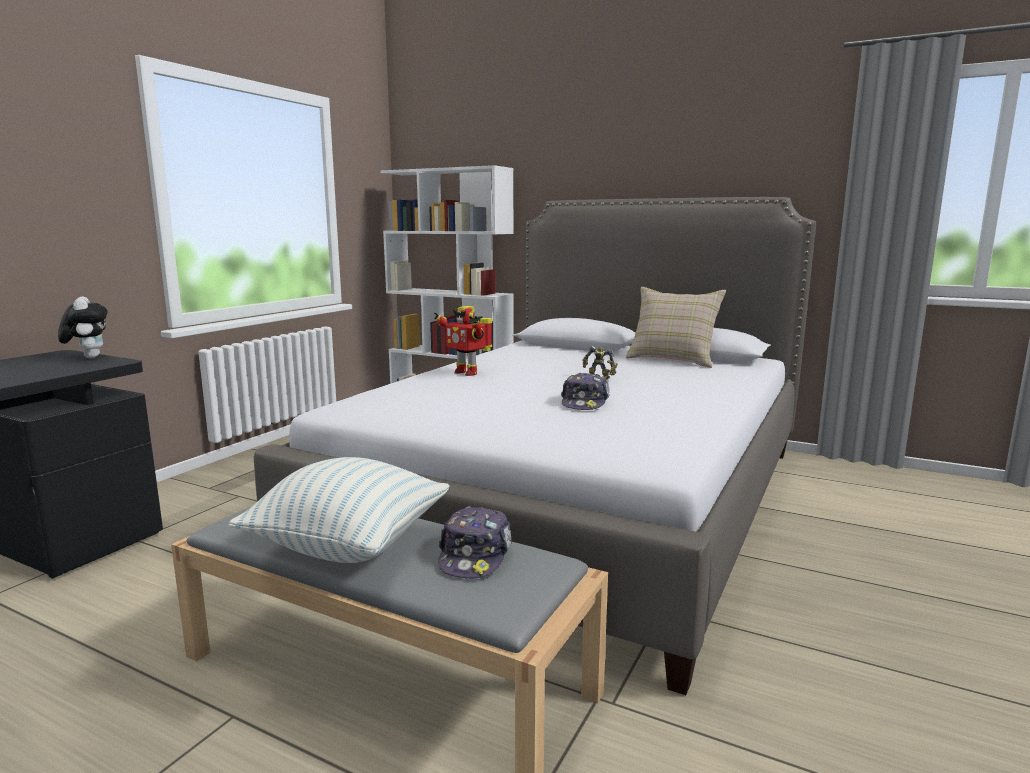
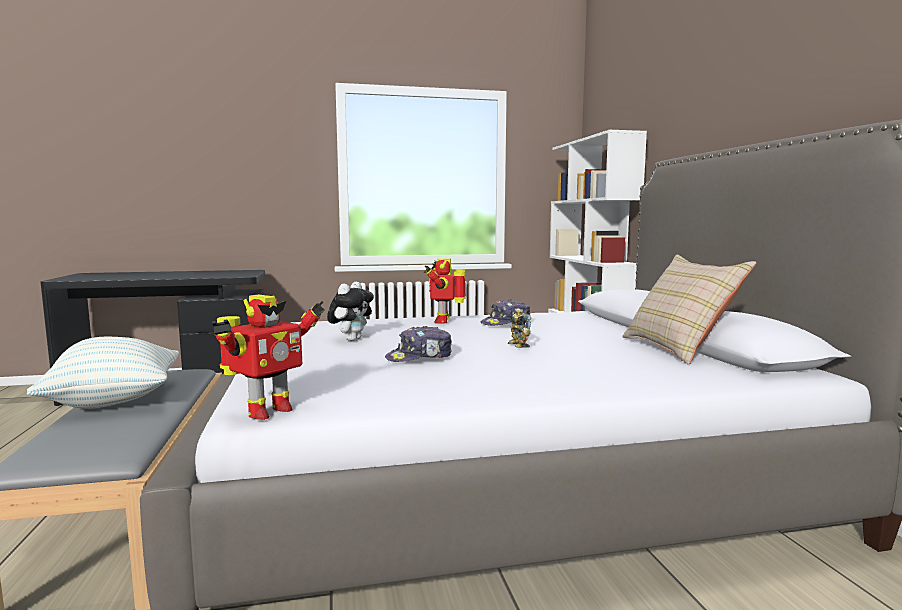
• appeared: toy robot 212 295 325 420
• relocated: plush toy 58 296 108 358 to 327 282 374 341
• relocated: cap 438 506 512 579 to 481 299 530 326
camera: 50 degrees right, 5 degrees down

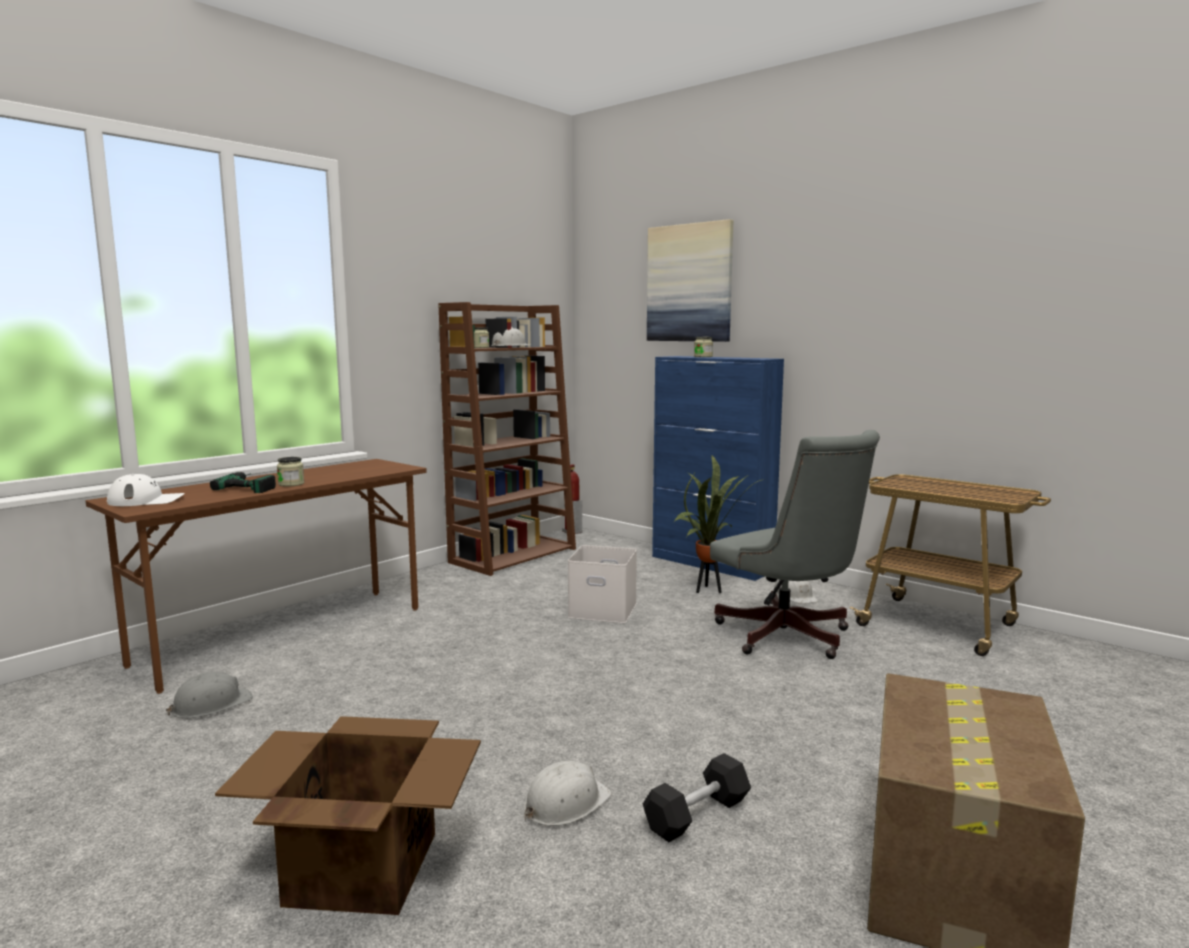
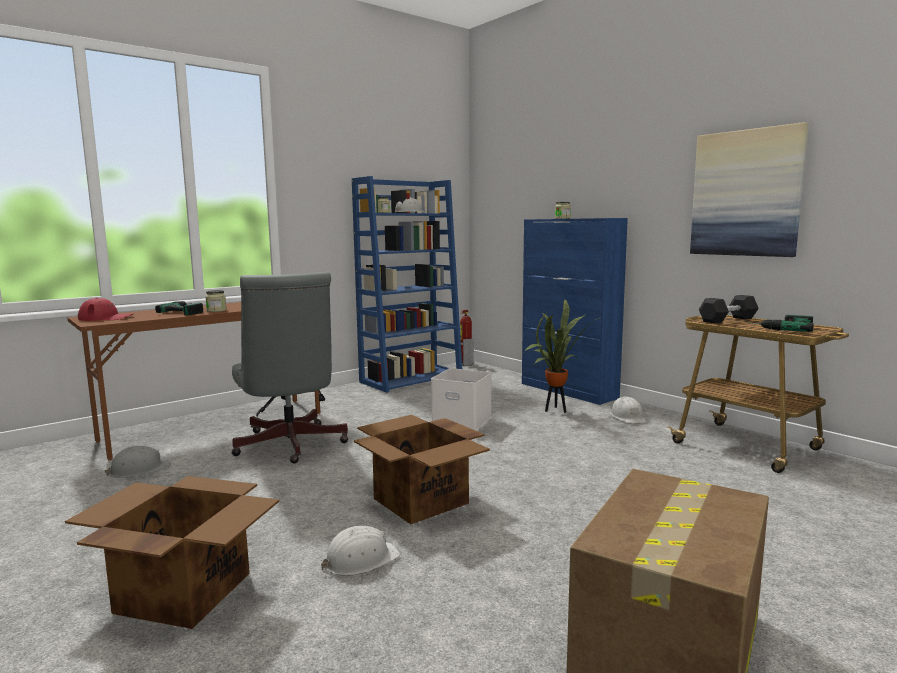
• appeared: cardboard box 354 415 490 524
• appeared: power drill 751 315 814 332
• relocated: dumbbell (black) 643 753 751 842 to 699 295 759 324
• relocated: picture 647 219 733 342 to 690 122 809 257
• relocated: office chair (grey) 710 430 880 659 to 232 272 348 464
• colour: cap (white) 107 474 185 506 to cap (red) 78 298 133 321
• colour: bookcase (brown) 438 302 576 576 to bookcase (blue) 352 176 462 393
camera: 10 degrees right, 0 degrees up

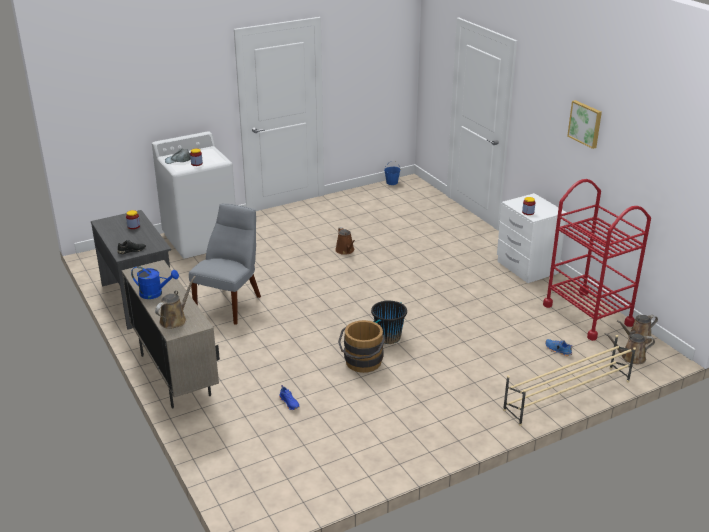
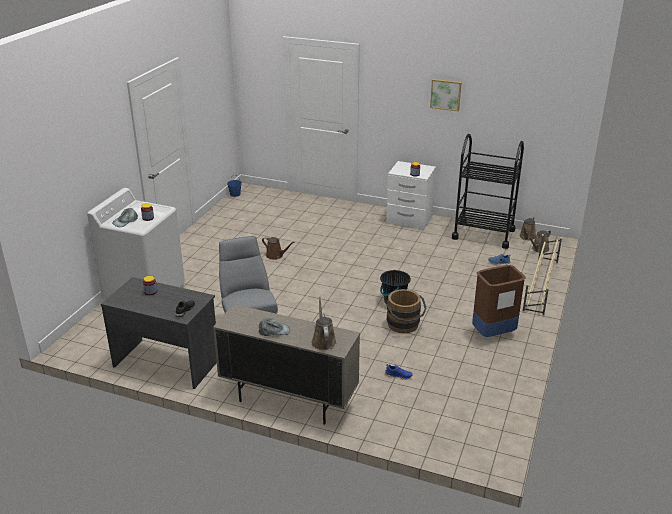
• appeared: trash can (brown) 472 265 526 337
• exchanged: watering can (blue) 131 266 179 299 to cap (grey) 259 318 290 336
• colour: cart (red) 543 179 651 341 to cart (black) 452 134 524 249
camera: 40 degrees left, 0 degrees up

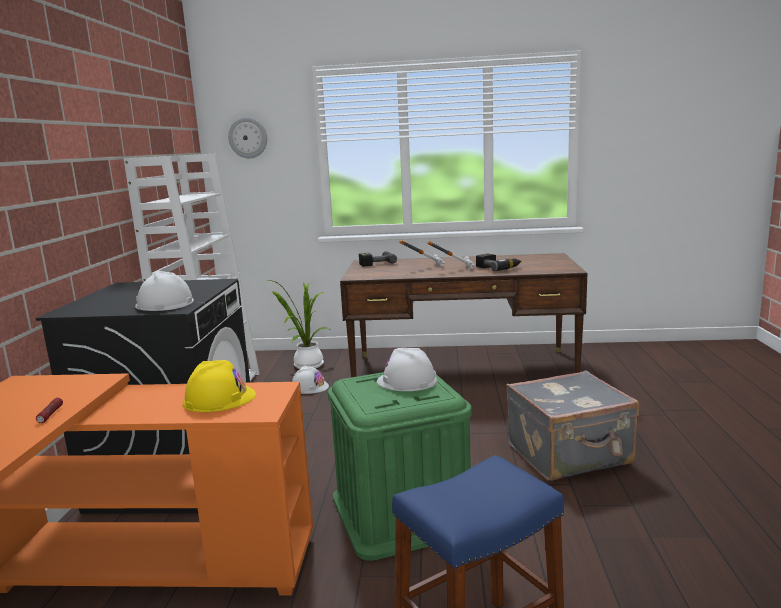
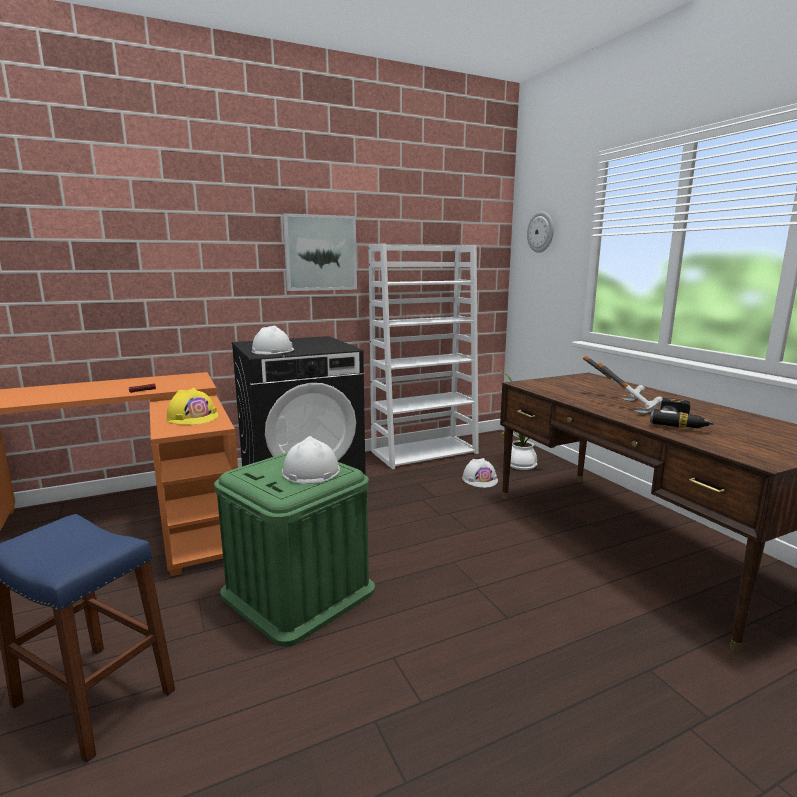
• missing: power drill 359 252 397 267
• missing: suitcase (grey) 506 370 639 481
• appeared: picture 283 213 357 291
camera: 60 degrees right, 0 degrees up

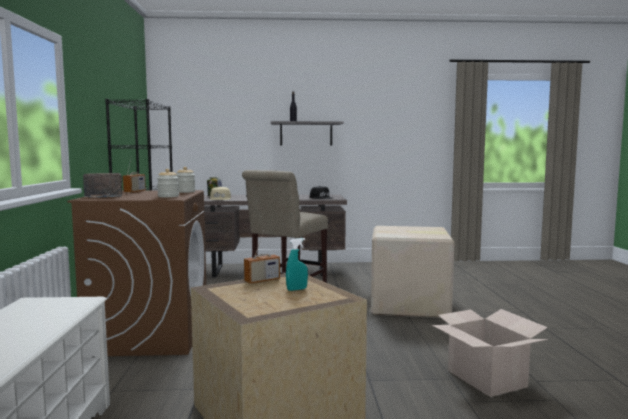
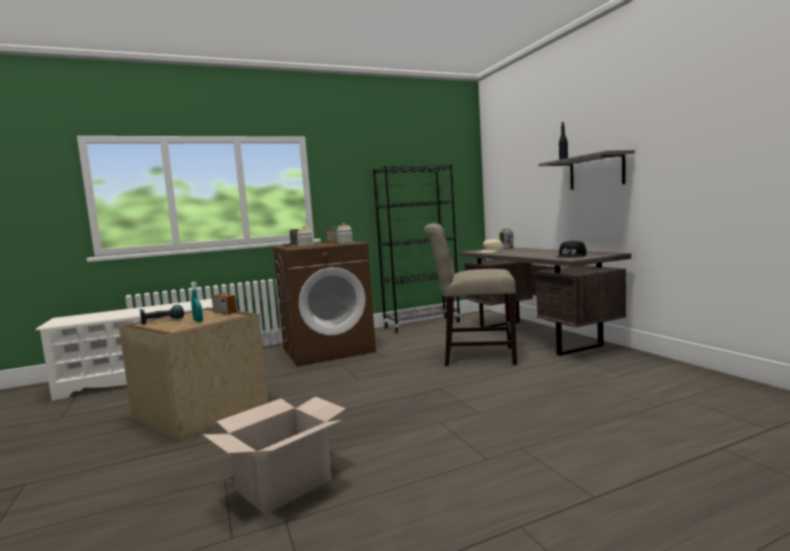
• missing: cardboard box 371 226 455 318
• appeared: power drill 139 305 184 324
camera: 70 degrees right, 0 degrees up

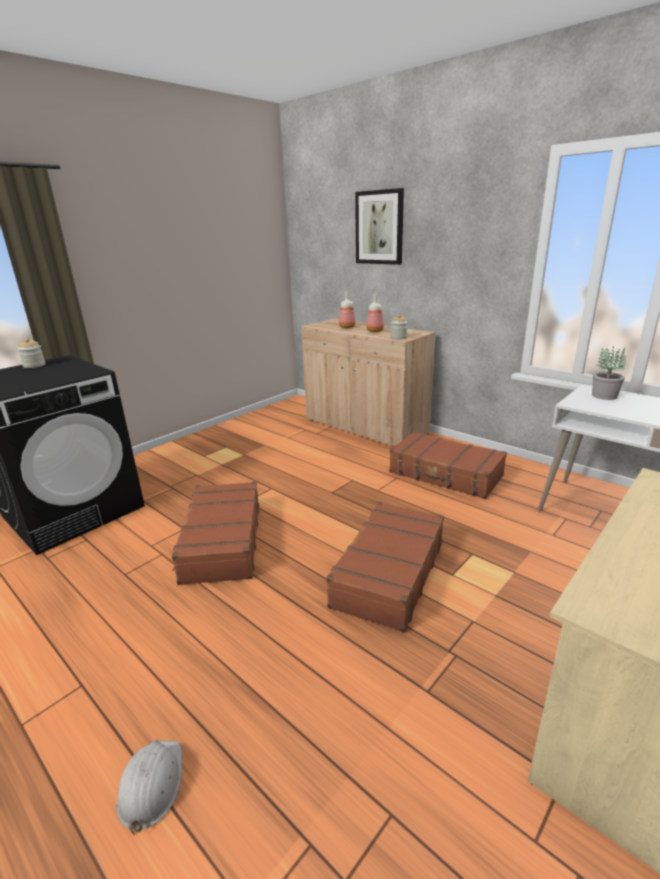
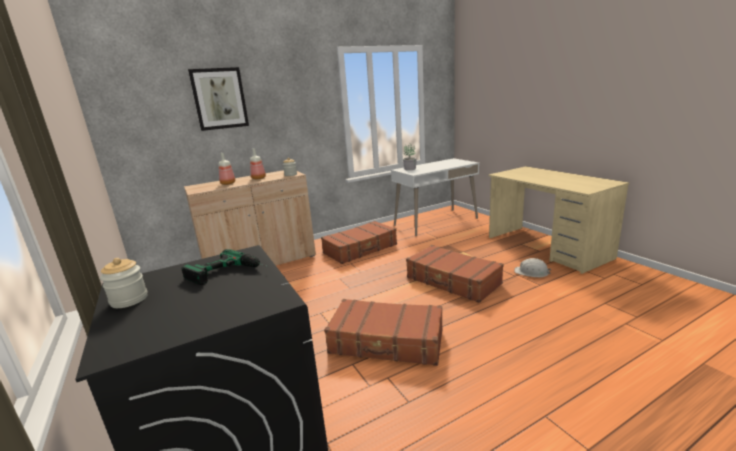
• appeared: power drill 181 249 267 285
• relocated: hard hat (white) 117 740 182 835 to 514 258 551 277
camera: 70 degrees left, 5 degrees down

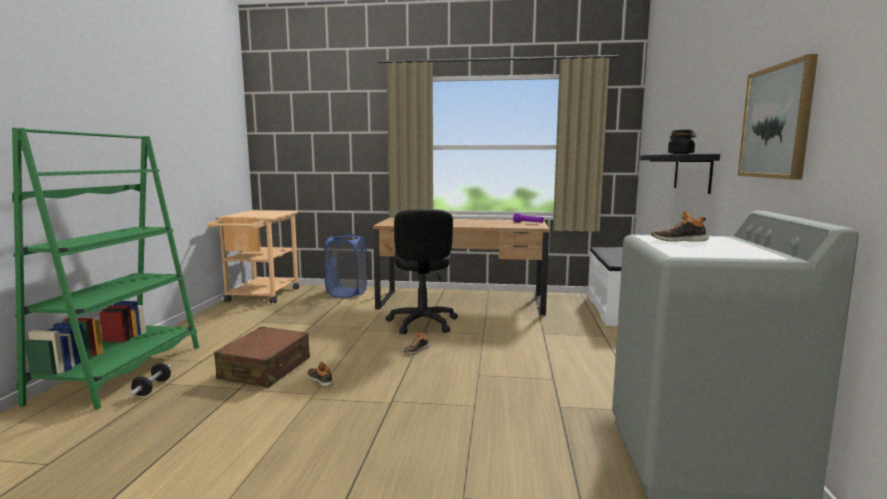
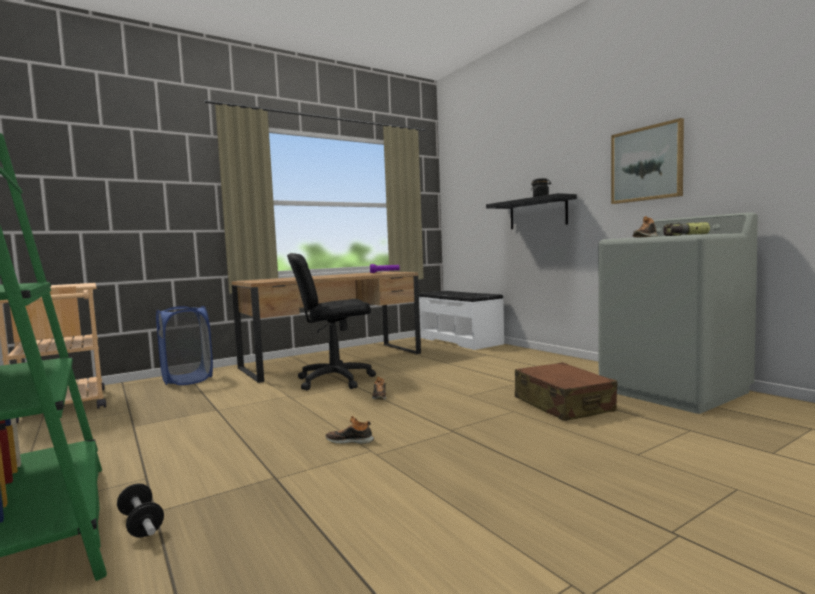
• appeared: power drill 663 222 710 236
• relocated: suitcase (brown) 214 327 310 388 to 515 362 617 421
• spun: office chair (black) 386 209 458 334 = 287 253 376 390 120 degrees clockwise
camera: 40 degrees left, 5 degrees down

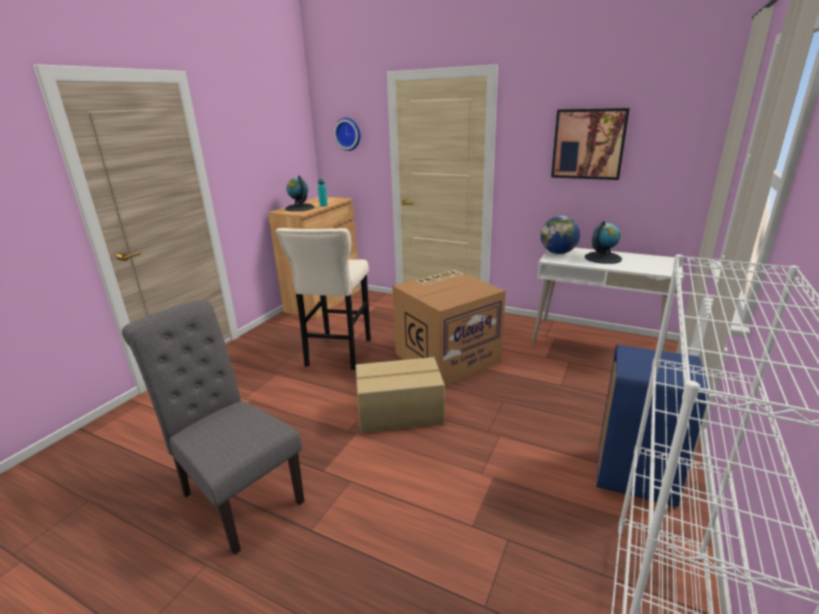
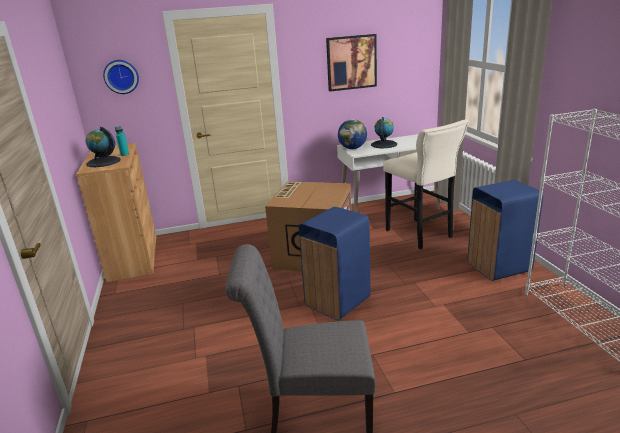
• relocated: stool (beige) 276 228 371 370 to 383 120 469 249
• exchanged: cardboard box 355 357 445 433 to trash can (blue) 299 207 370 320
camera: 40 degrees left, 0 degrees up

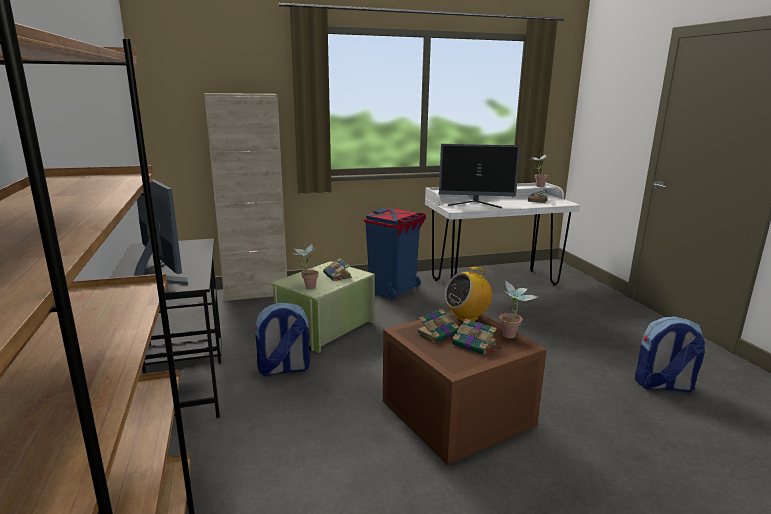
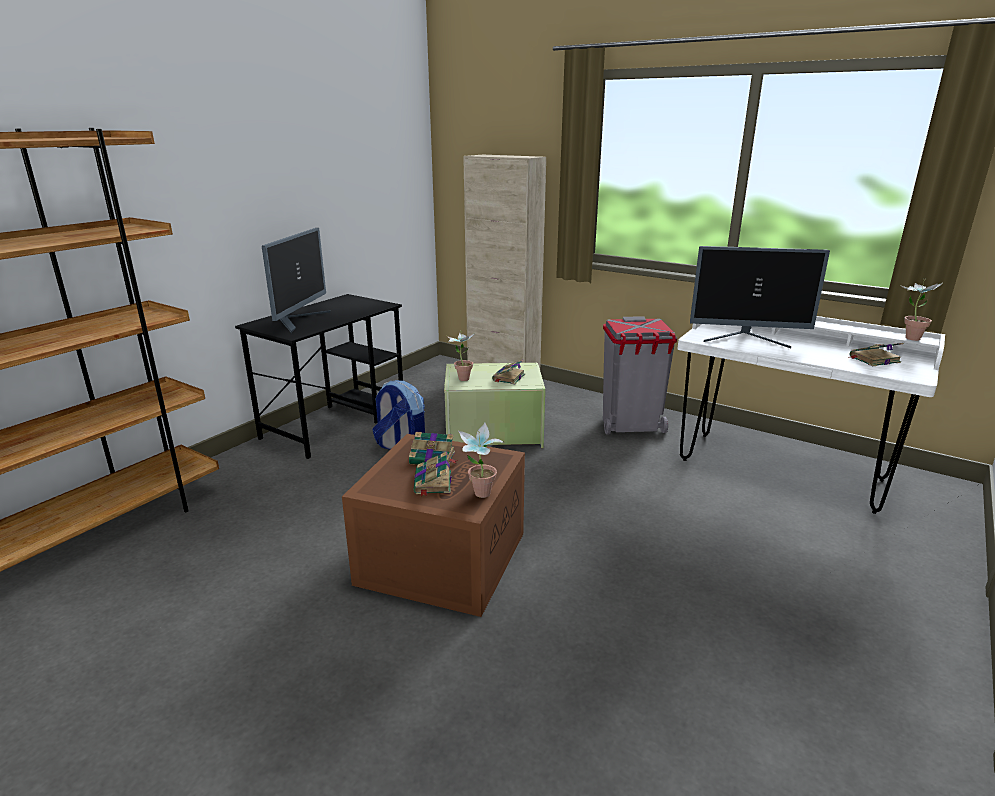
• missing: radio 445 267 492 322
• missing: backpack 635 316 705 392
• colour: trash can (blue) 364 208 426 300 to trash can (grey) 603 316 677 435
• spun: monitor 439 144 521 209 = 690 246 830 348 45 degrees counterclockwise
camera: 50 degrees right, 5 degrees up

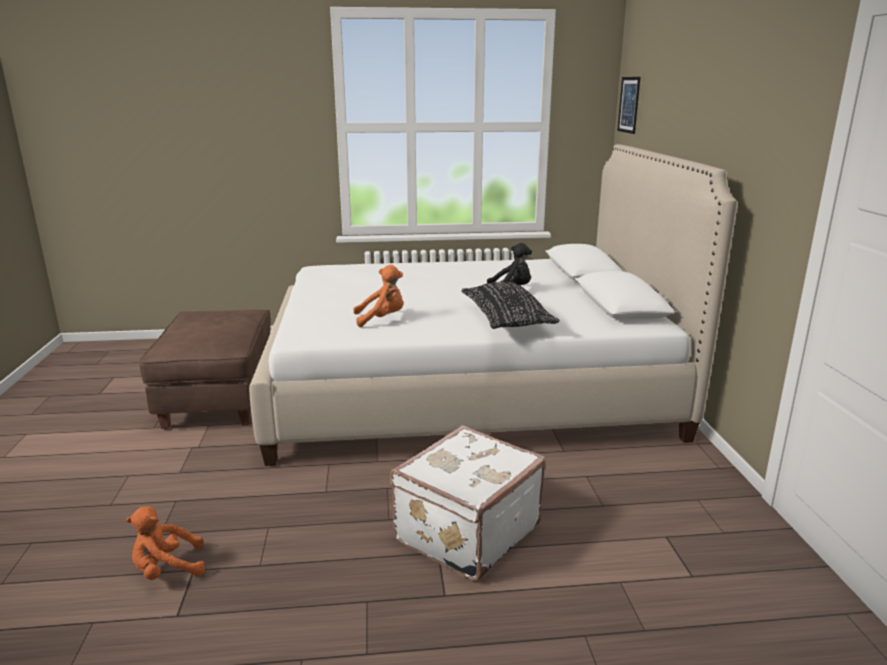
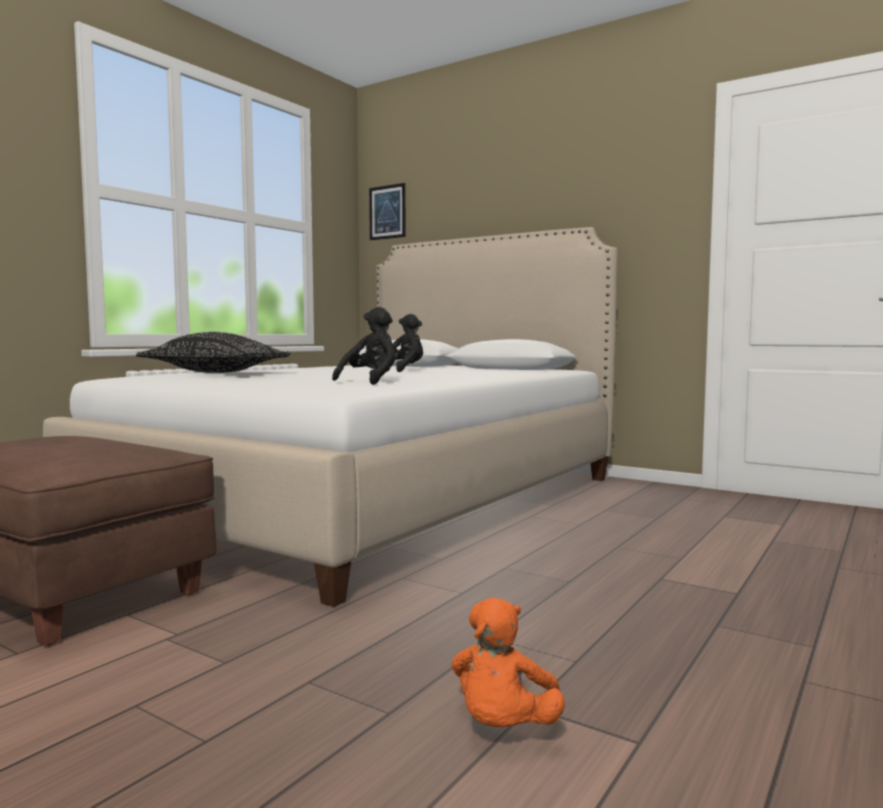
• missing: suitcase (white) 390 425 546 581
• relocated: pillow (black) 461 282 560 329 to 136 332 291 373
• colour: plush toy (orange) 353 265 404 327 to plush toy (black) 332 307 395 385
camera: 50 degrees left, 15 degrees down

